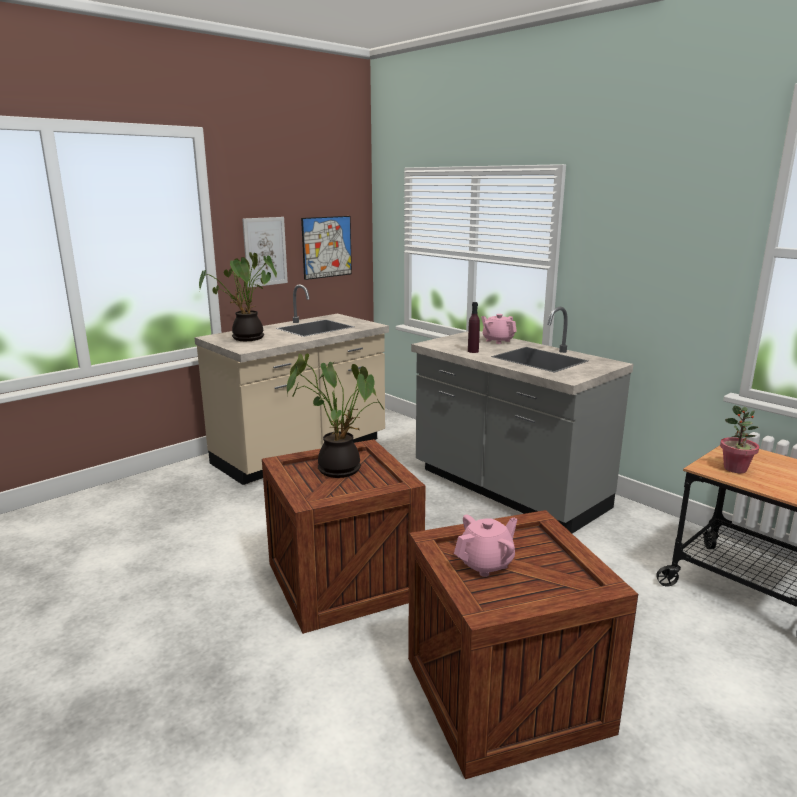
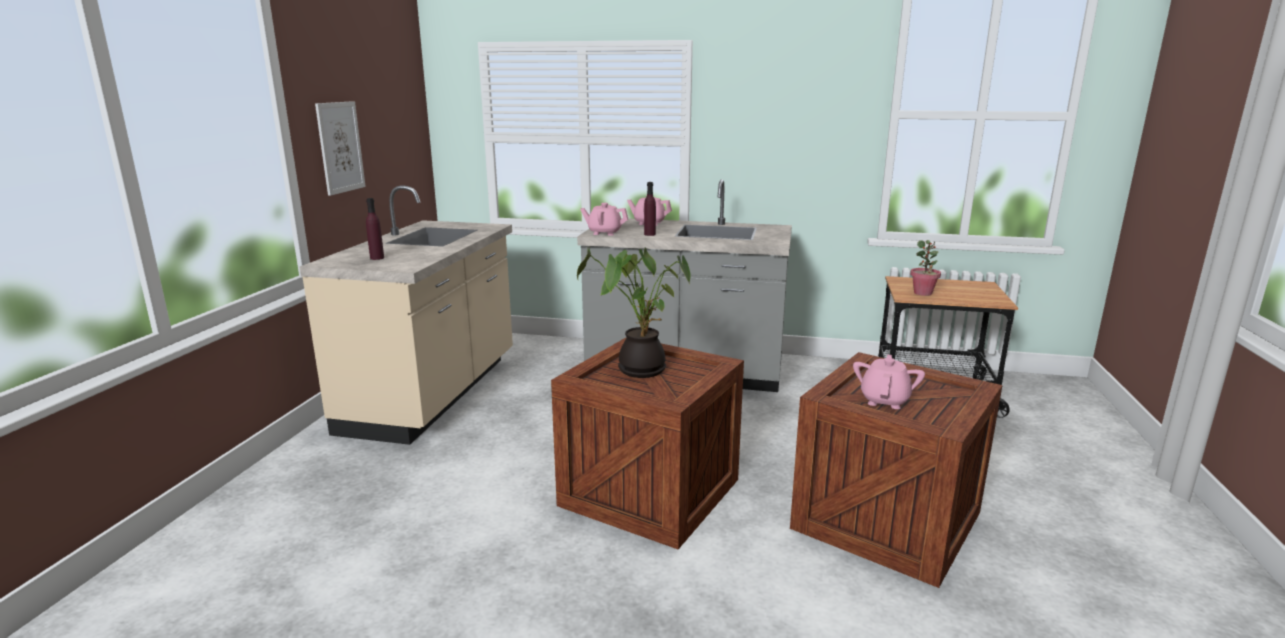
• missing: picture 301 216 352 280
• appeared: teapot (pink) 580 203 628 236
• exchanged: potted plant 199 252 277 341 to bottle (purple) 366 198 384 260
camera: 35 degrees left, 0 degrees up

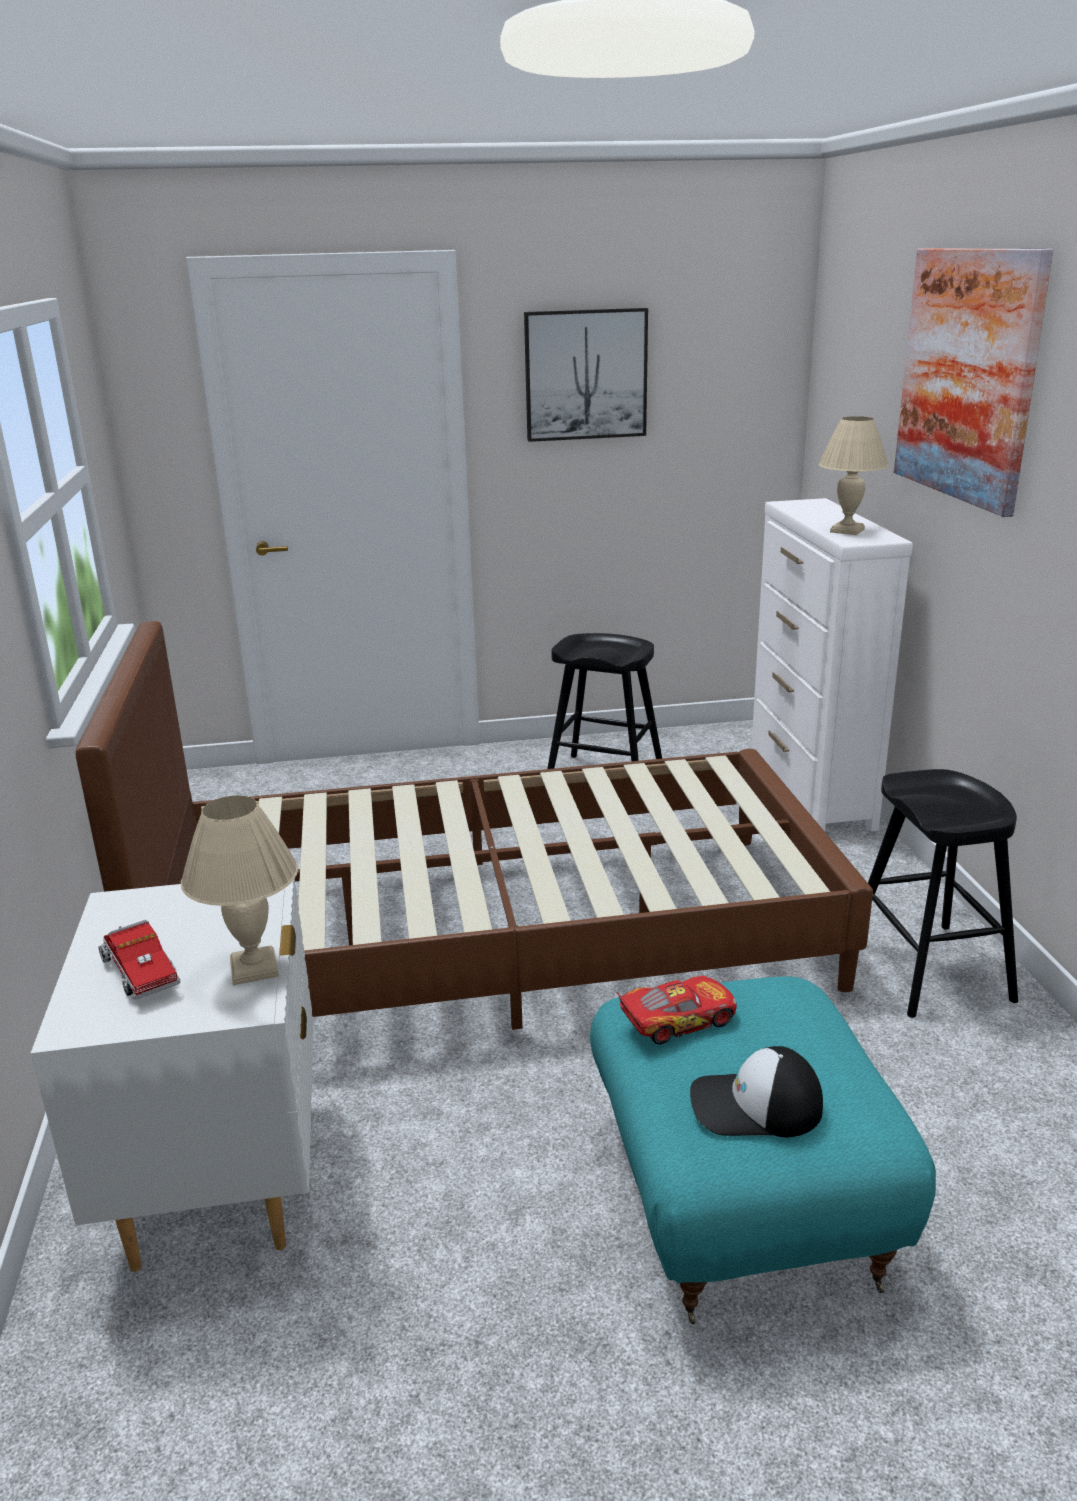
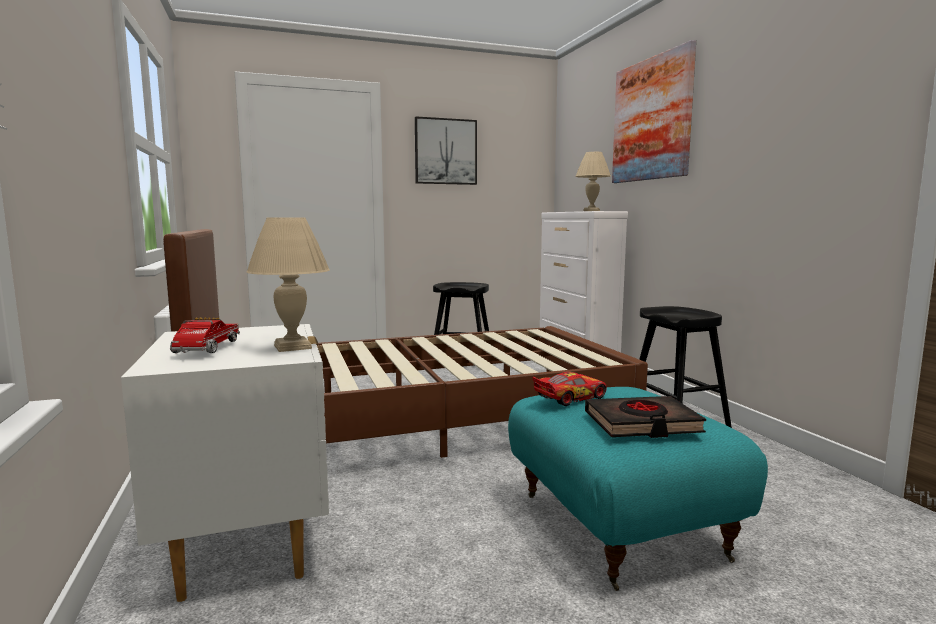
• exchanged: cap 690 1046 823 1137 to book (black) 585 396 706 438
• spun: toy truck 98 920 180 1000 = 170 317 240 353 135 degrees counterclockwise
camera: 10 degrees left, 15 degrees down

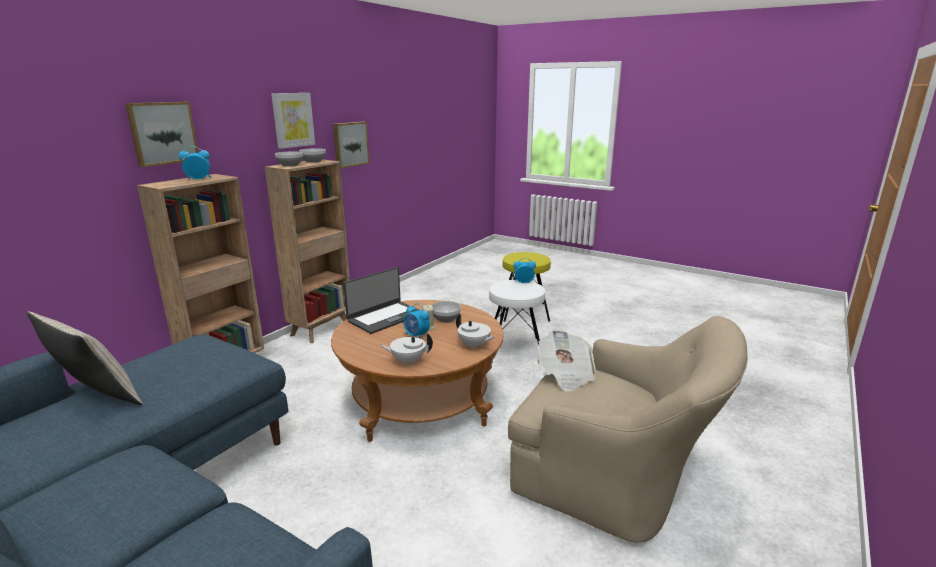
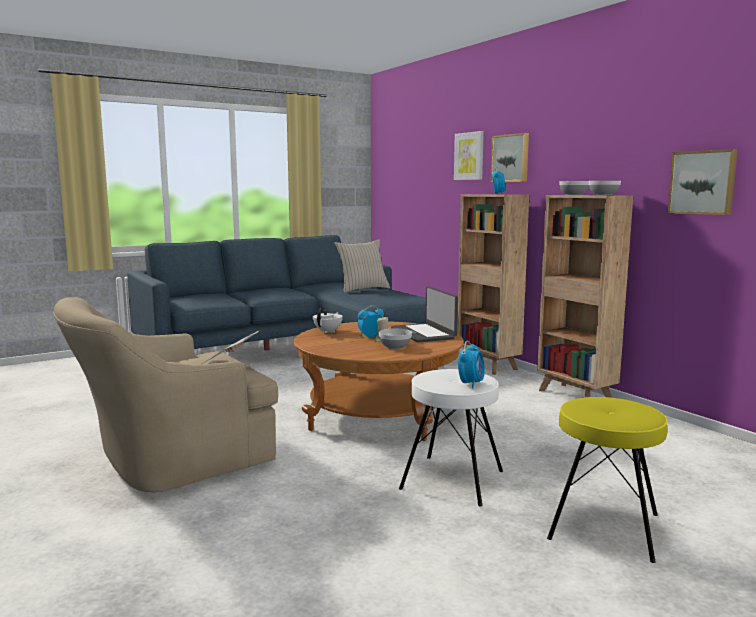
• missing: teapot (white) 456 314 495 349
• relocated: picture 271 93 315 149 to 454 131 484 180
camera: 115 degrees right, 10 degrees down

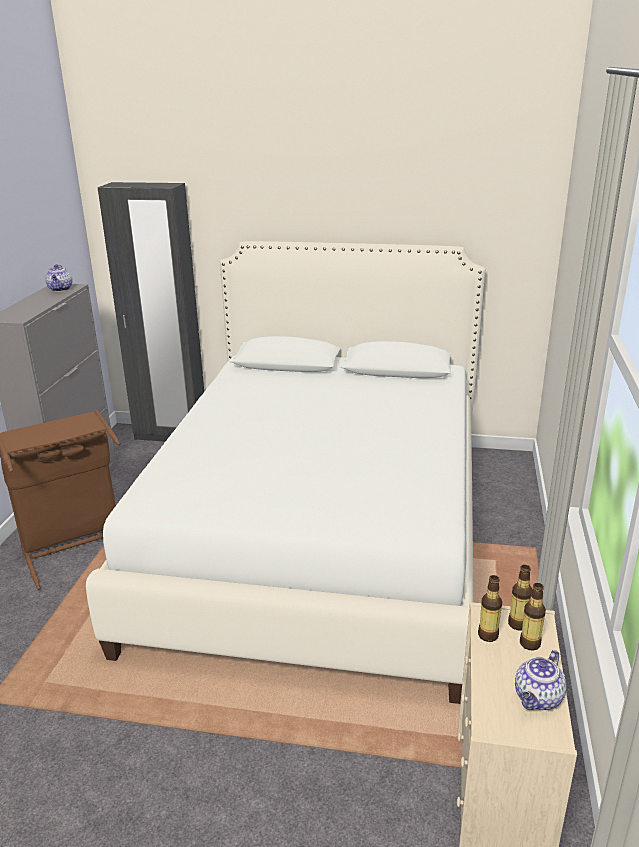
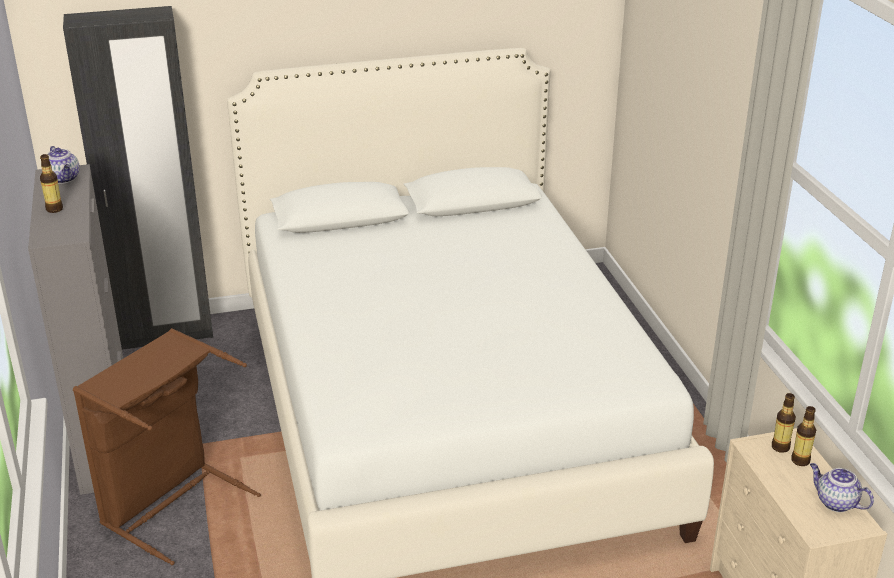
• relocated: bottle 478 575 502 642 to 40 154 63 213
• spun: teapot 515 650 567 710 = 810 463 874 512 120 degrees clockwise
camera: 25 degrees left, 5 degrees up

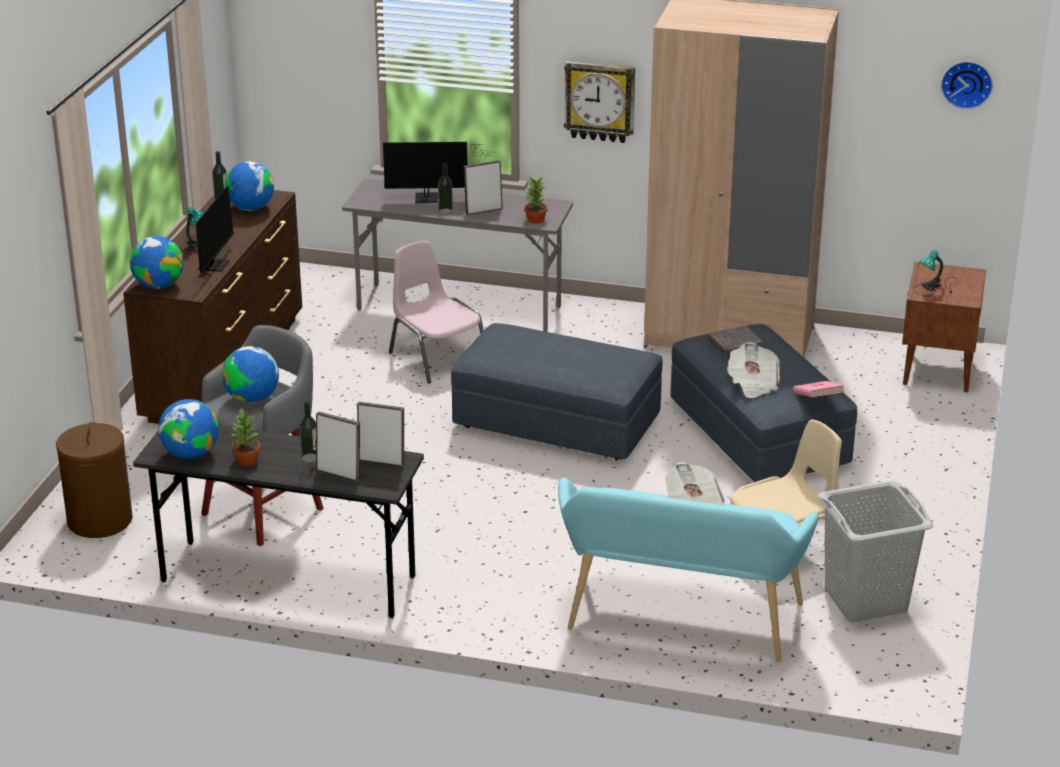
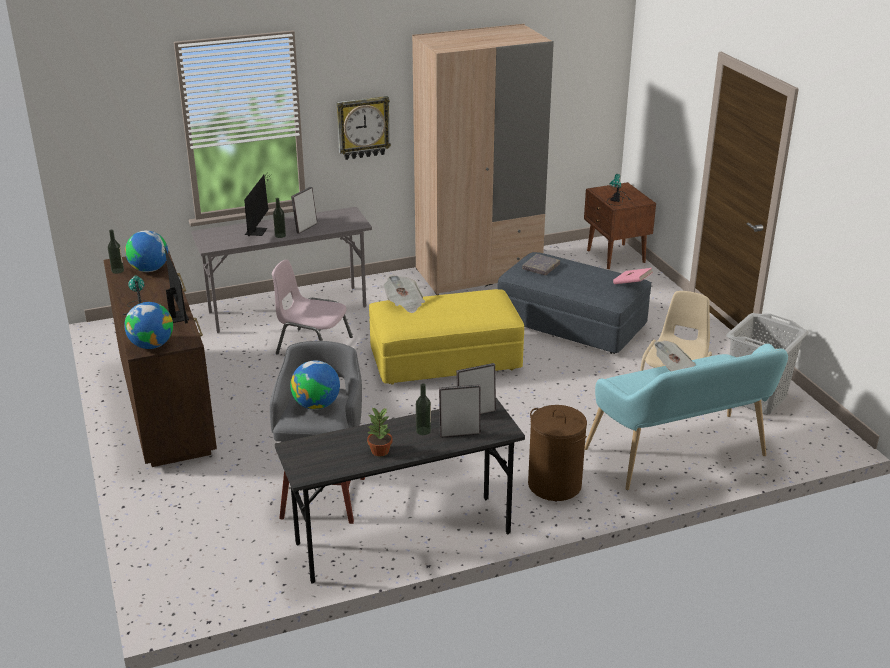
• missing: globe 158 399 219 459
• missing: potted plant 524 177 548 224
• missing: wall clock 941 61 993 109
• relocated: laundry basket (brown) 56 422 133 538 to 528 405 587 501
• relocated: newspaper 727 342 780 398 to 383 275 425 313
• colour: ottoman (grey) 451 323 662 460 to ottoman (yellow) 369 289 524 385
• spun: monitor 383 142 494 203 = 244 174 271 236 45 degrees counterclockwise
camera: 35 degrees left, 0 degrees up

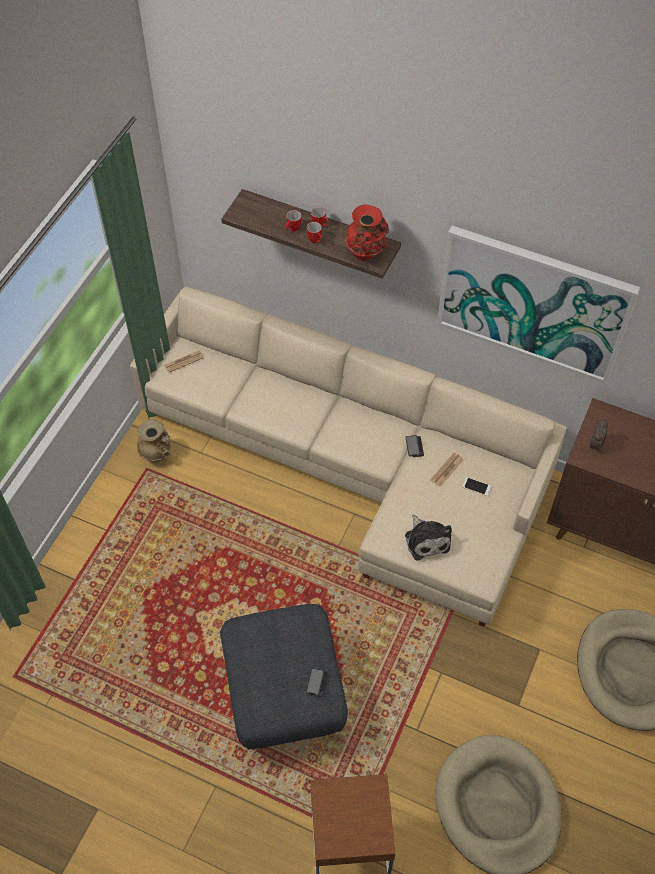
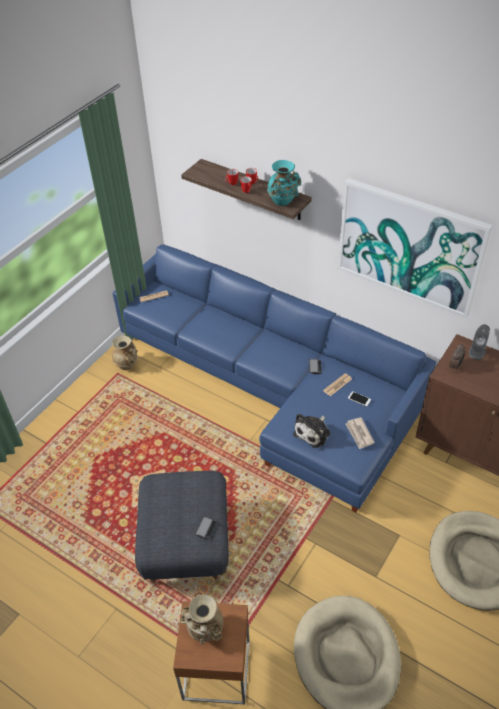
• appeared: vase (beige) 181 594 224 644
• appeared: newspaper 346 417 375 449
• appeared: speaker (grey) 469 325 490 360
• colour: sofa (beige) 130 287 567 627 to sofa (blue) 113 244 436 513
• colour: vase (red) 345 205 389 261 to vase (turquoise) 267 160 301 206
• spun: plush toy 405 515 452 560 = 293 414 330 448 45 degrees clockwise
camera: 10 degrees right, 10 degrees down

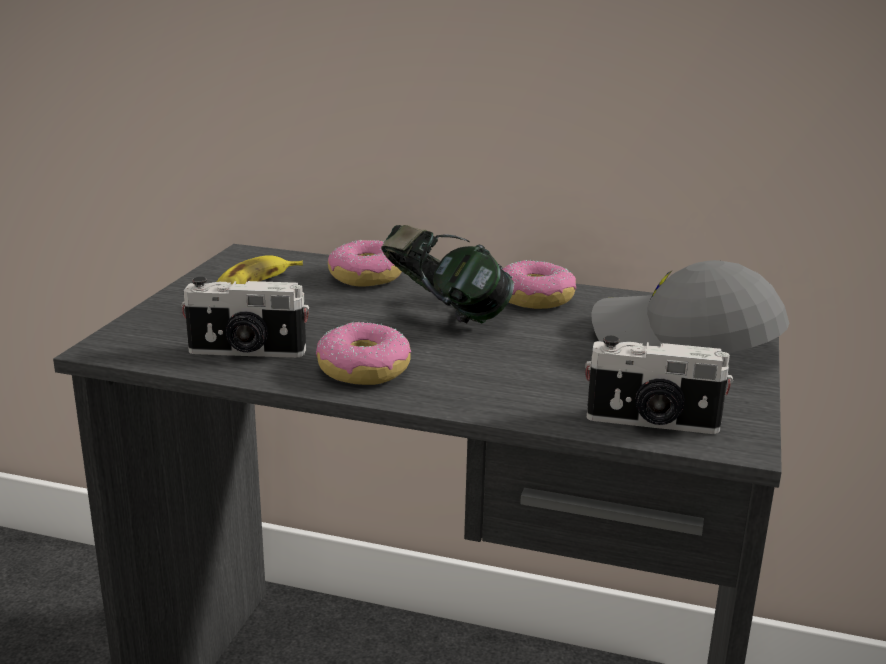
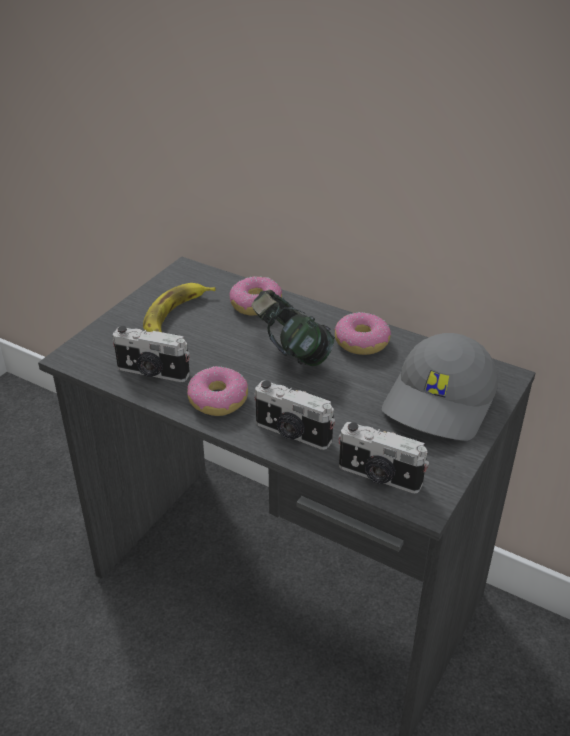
• appeared: photo camera 254 380 335 450
• spun: cap (grey) 591 260 789 353 = 382 333 498 441 105 degrees counterclockwise
camera: 15 degrees right, 15 degrees up

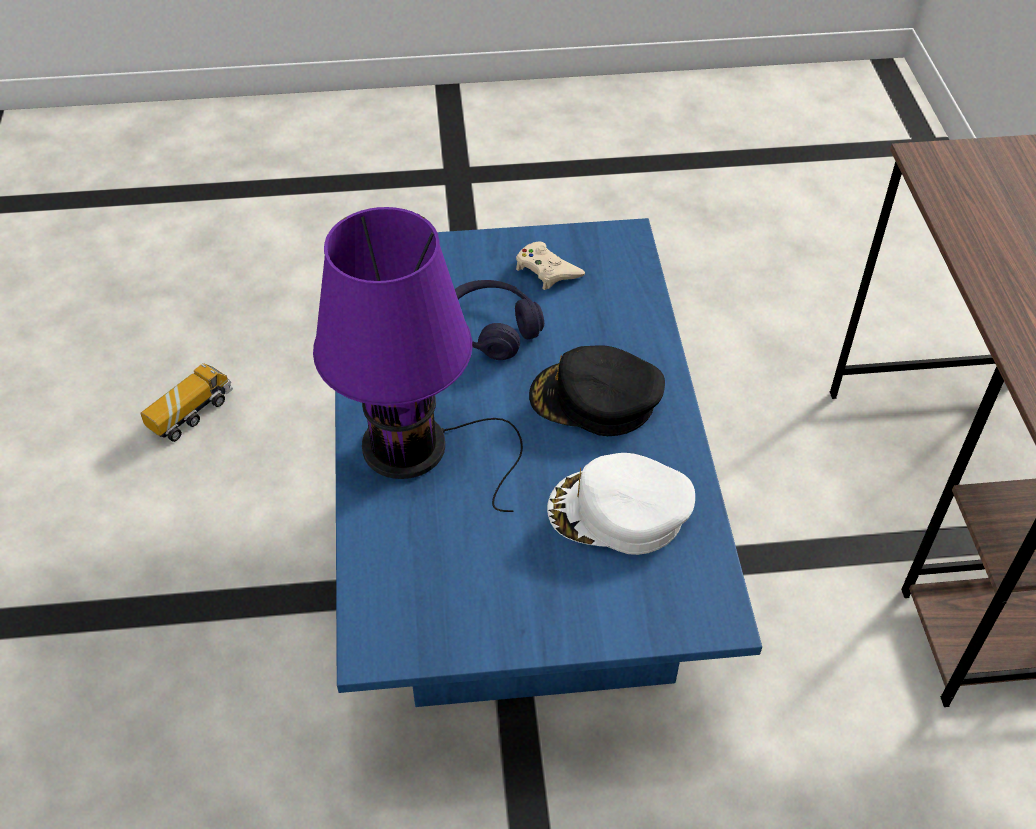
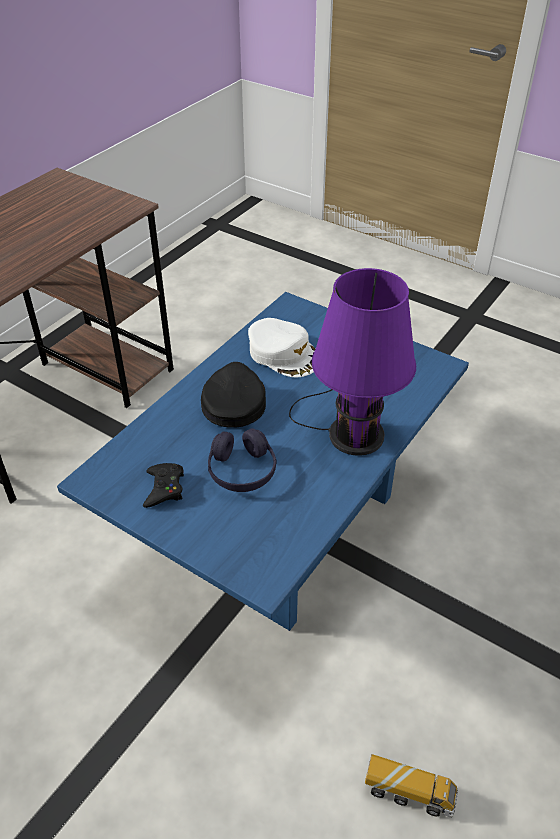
• colour: game controller (beige) 516 241 585 290 to game controller (black) 143 463 184 508
• spun: toy truck 140 363 233 442 = 365 754 458 818 150 degrees counterclockwise
• spun: cap (black) 529 345 665 436 = 201 362 266 428 135 degrees counterclockwise
camera: 140 degrees left, 5 degrees down

